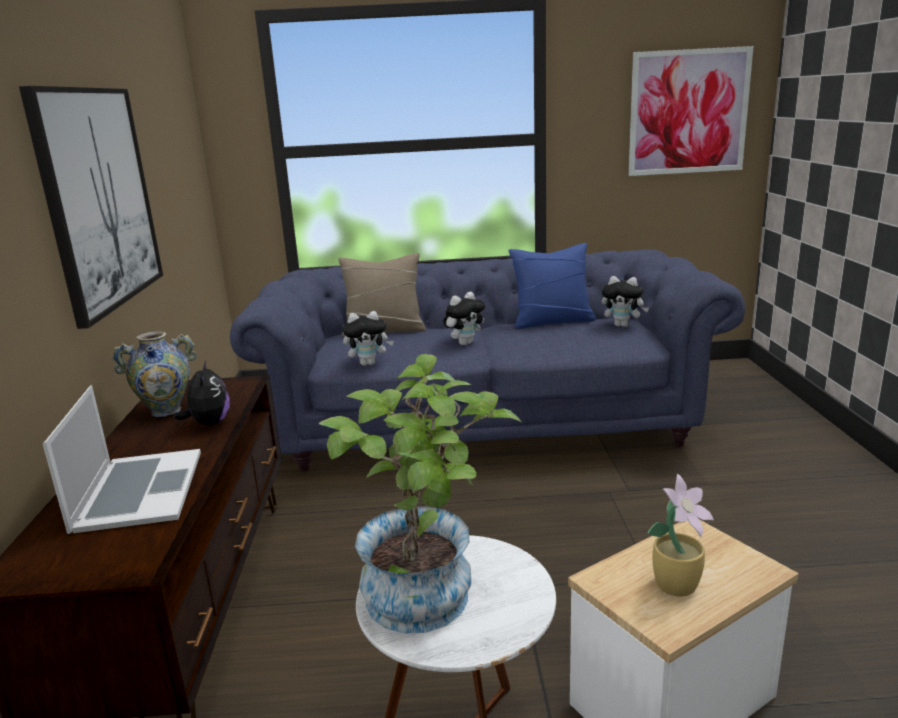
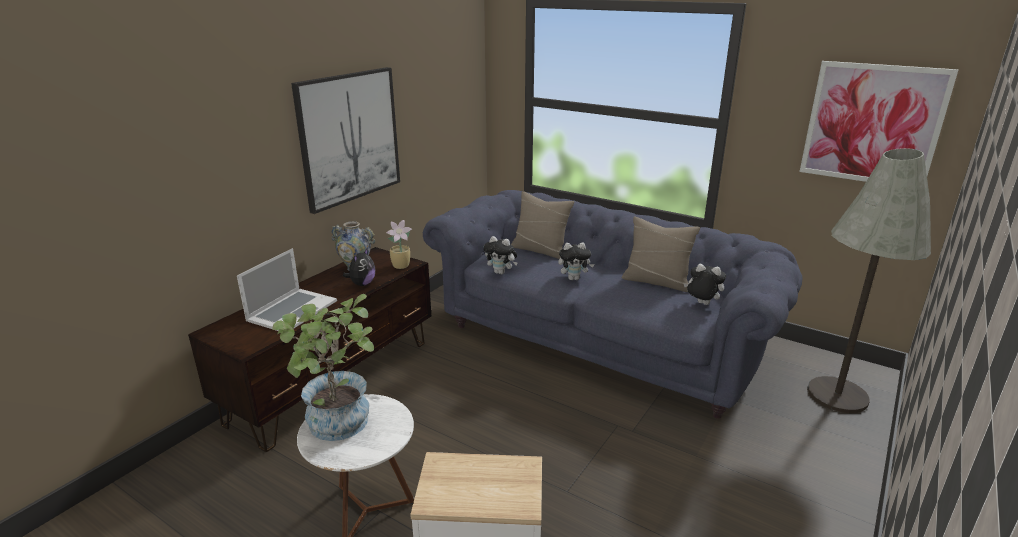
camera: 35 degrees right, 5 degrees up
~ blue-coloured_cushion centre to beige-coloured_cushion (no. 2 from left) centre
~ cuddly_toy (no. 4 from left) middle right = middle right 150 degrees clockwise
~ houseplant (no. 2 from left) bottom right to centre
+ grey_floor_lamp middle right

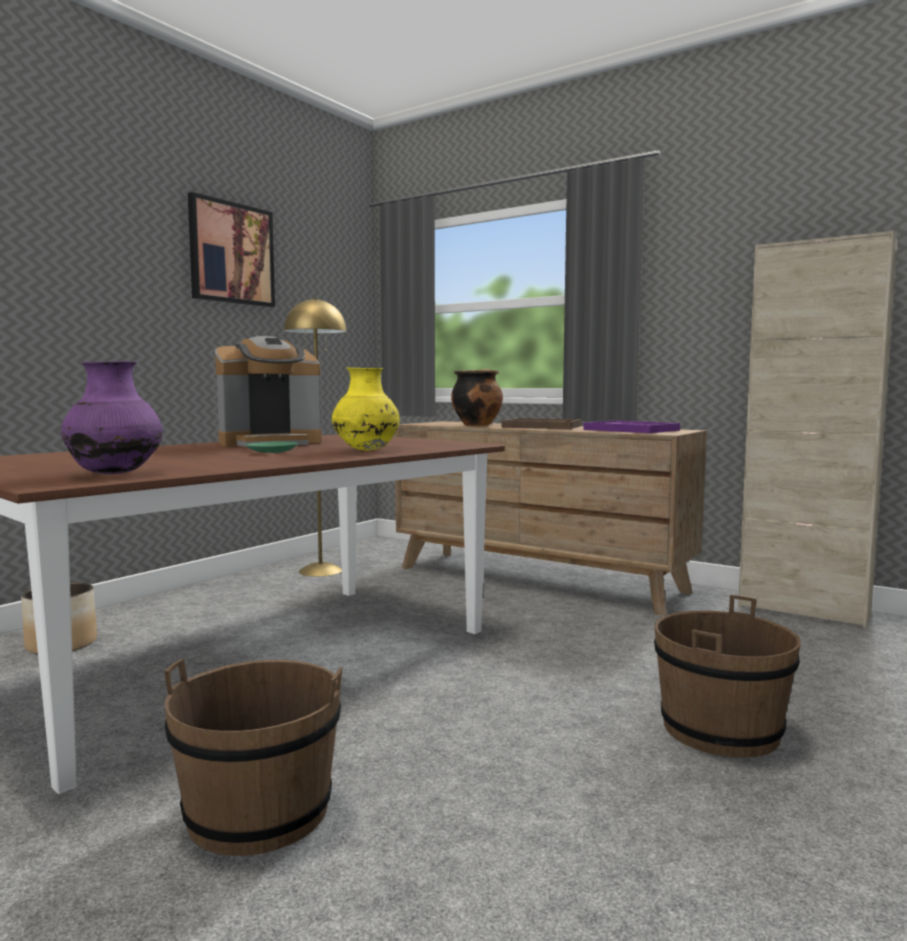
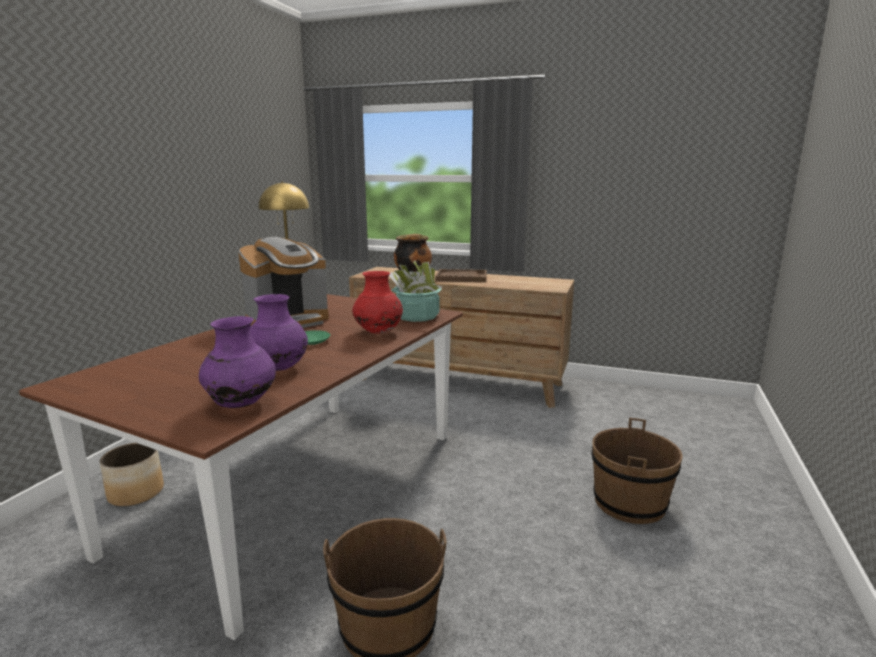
camera: 15 degrees left, 10 degrees up
- wall_art top left
- beige-coloured_cabinet middle right
~ yellowish_vase centre to reddish_vase centre
- purple-coloured_serving_tray middle right
+ houseplant centre
+ purple-coloured_vase (no. 2 from left) middle left

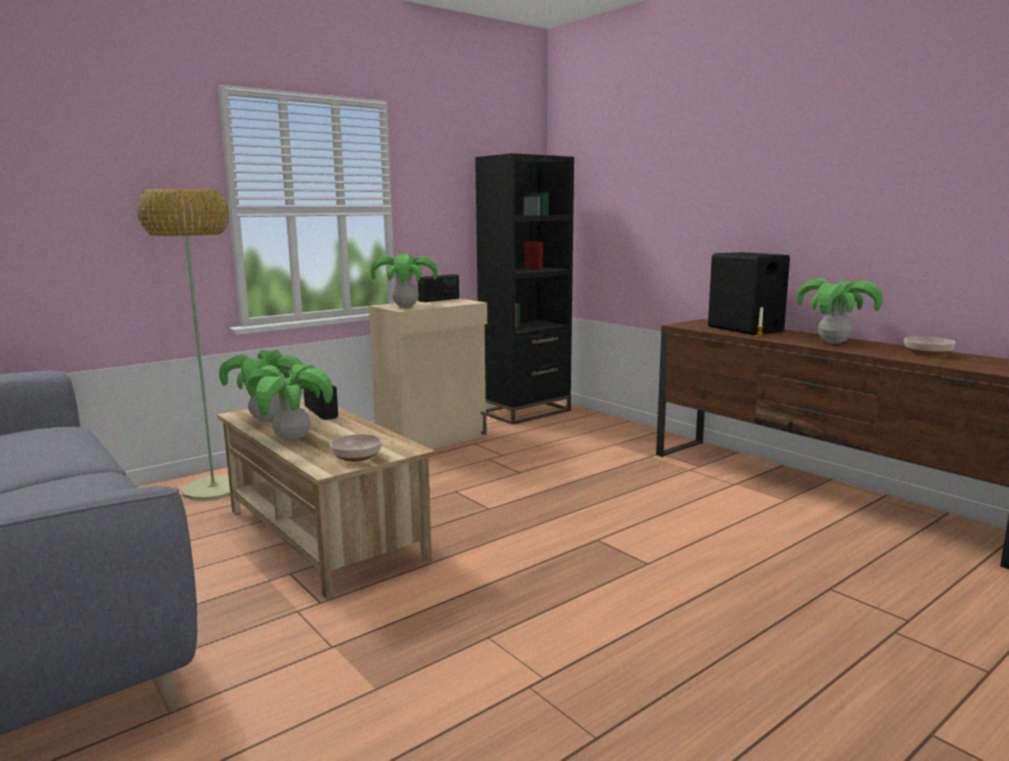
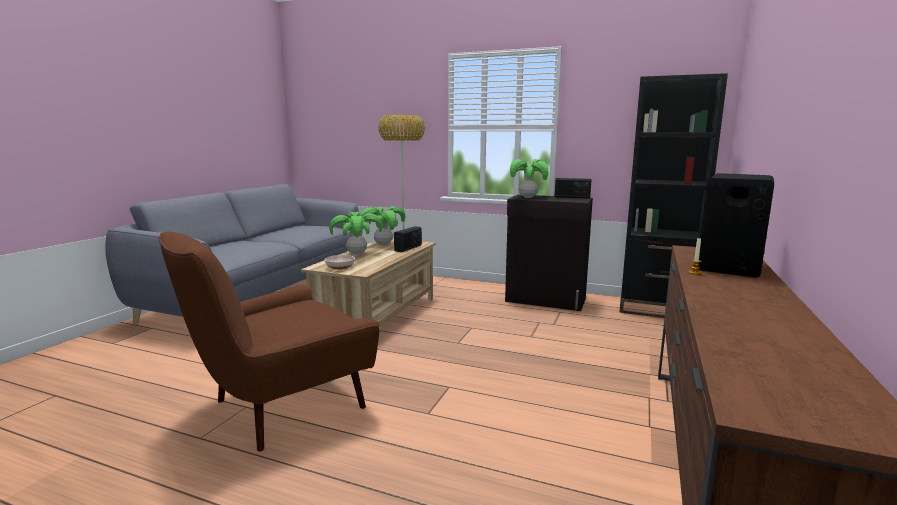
camera: 60 degrees right, 0 degrees up
- houseplant (no. 4 from left) middle right
~ beige-coloured_cabinet centre to blackish_cabinet centre
- serving_bowl (no. 2 from left) middle right
+ brown-coloured_armchair bottom left

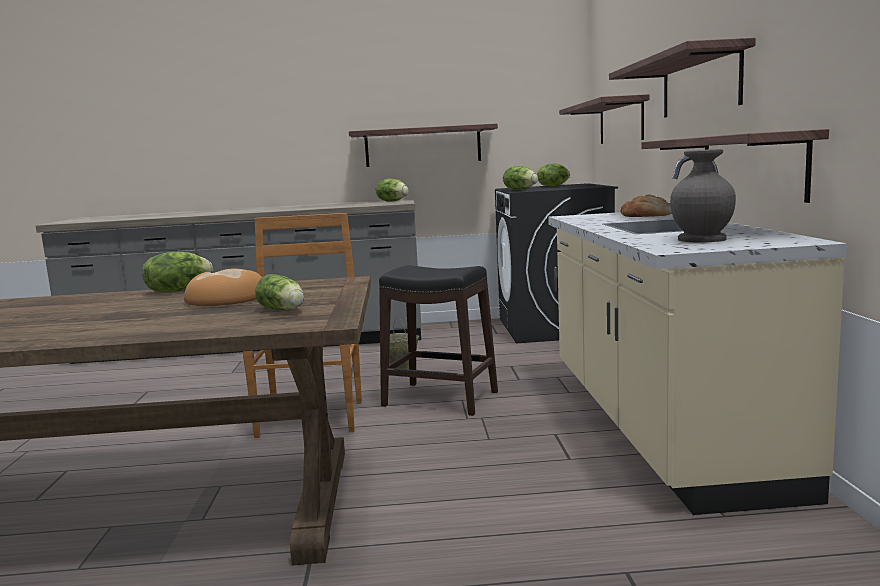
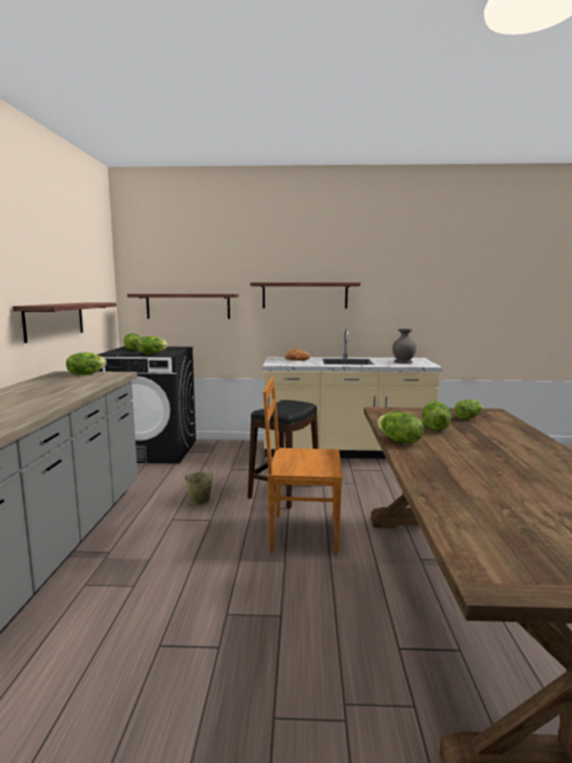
camera: 85 degrees left, 0 degrees up
- shelf (no. 4 from left) top right
~ baked_bread (no. 1 from left) middle left to lettuce (no. 5 from left) middle right

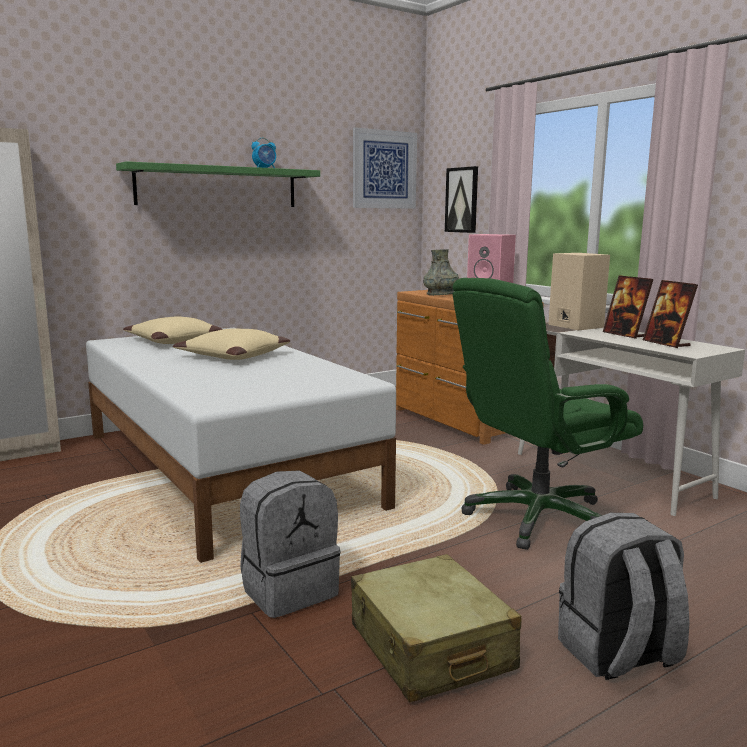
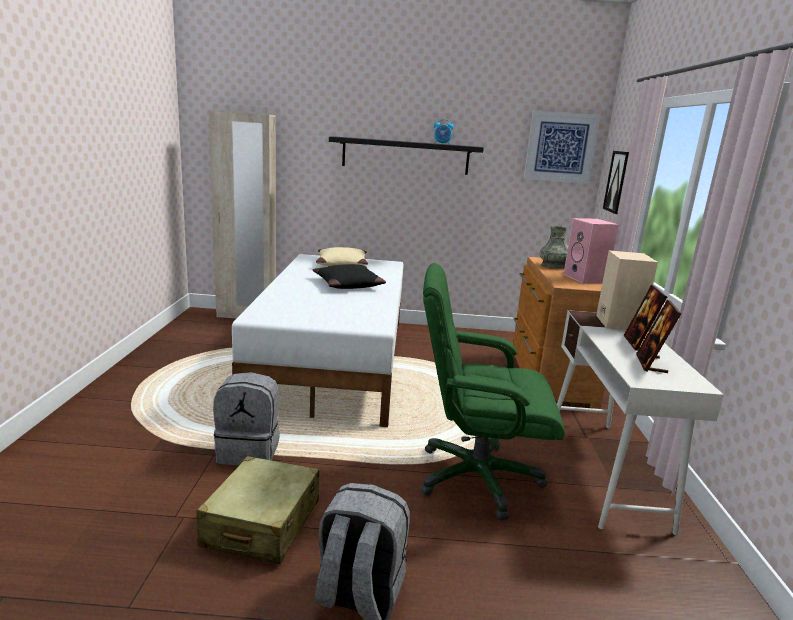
camera: 35 degrees right, 5 degrees up
~ greenish_shelf top left to blackish_shelf top centre
~ beige-coloured_cushion (no. 2 from left) middle left to blackish_cushion centre

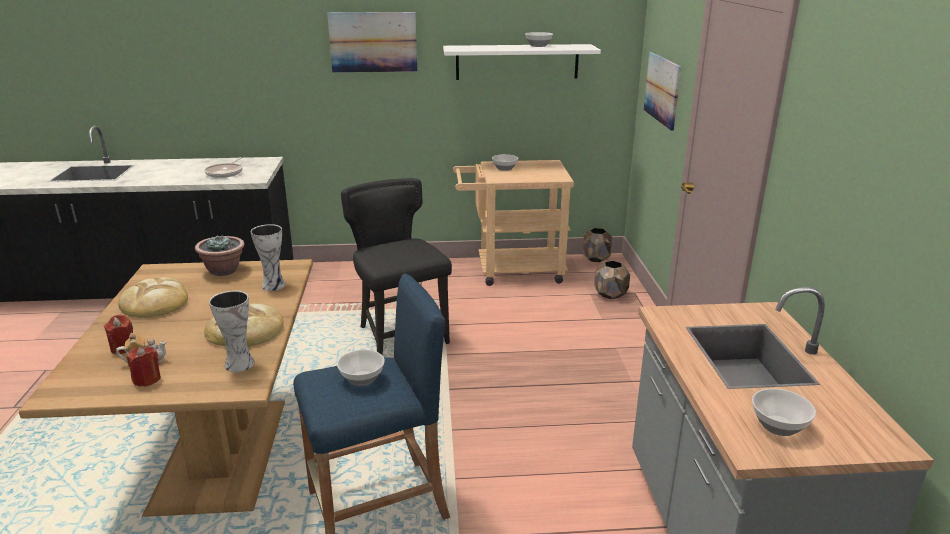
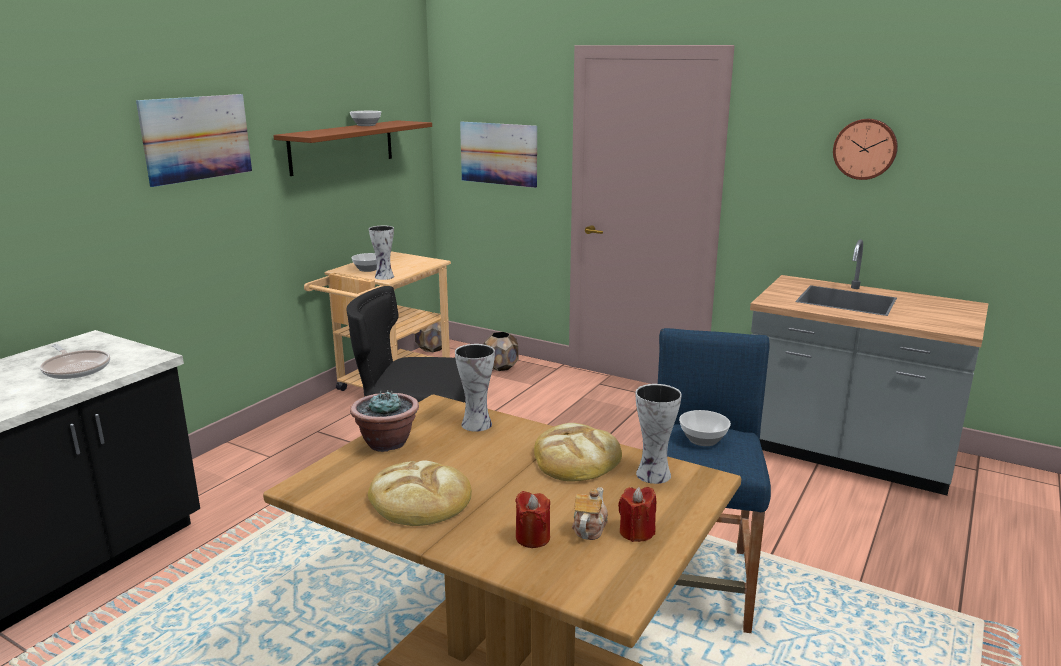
camera: 55 degrees left, 5 degrees down
~ white_shelf top centre to brown-coloured_shelf top left
- serving_bowl (no. 4 from left) bottom right
+ clock_on_the_wall top right
+ vase (no. 1 from left) centre

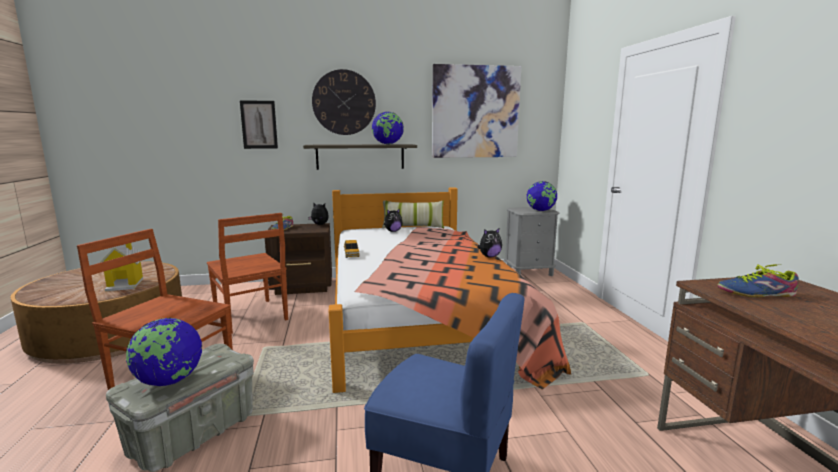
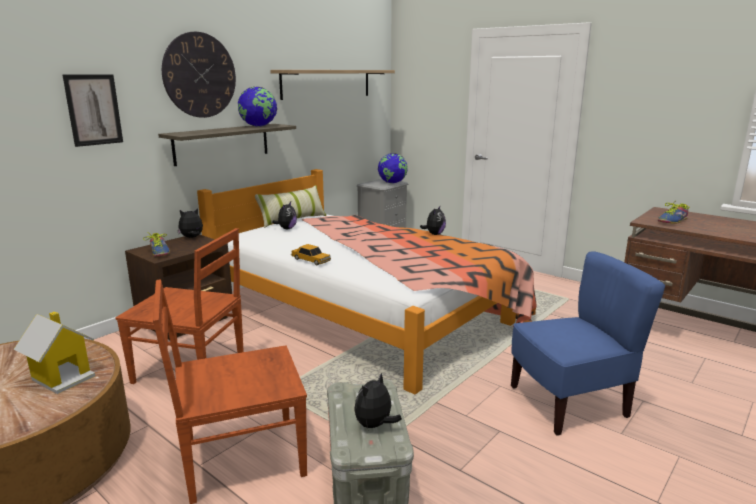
camera: 40 degrees left, 5 degrees up
~ wall_art (no. 2 from left) top centre to shelf (no. 2 from left) top centre
~ world_globe (no. 1 from left) bottom left to cuddly_toy (no. 3 from left) bottom centre

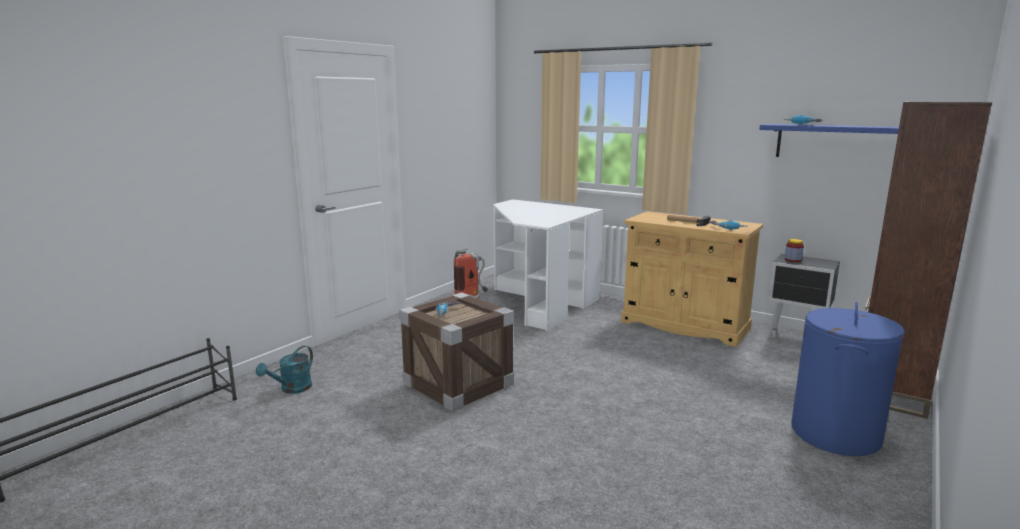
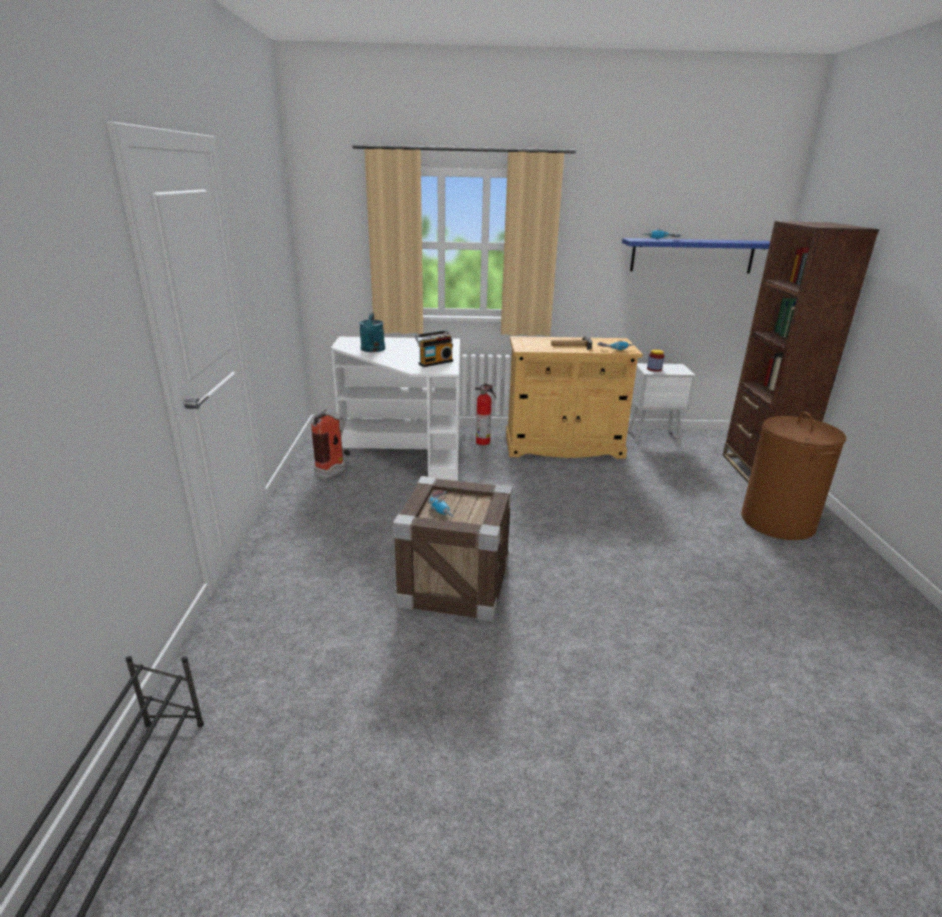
camera: 35 degrees left, 10 degrees up
~ blackish_bedside_table middle right to white_bedside_table middle right
~ blue-coloured_laundry_basket bottom right to brown-coloured_laundry_basket middle right
~ turquoise_watering_pot bottom left to centre
+ radio_set centre
+ fire-fighting_cylinder (no. 2 from left) centre

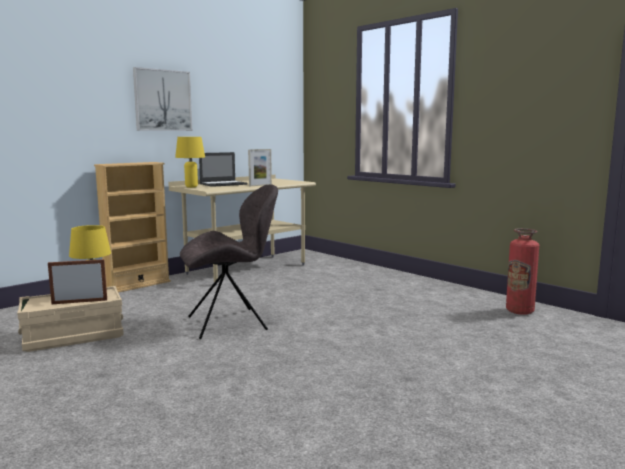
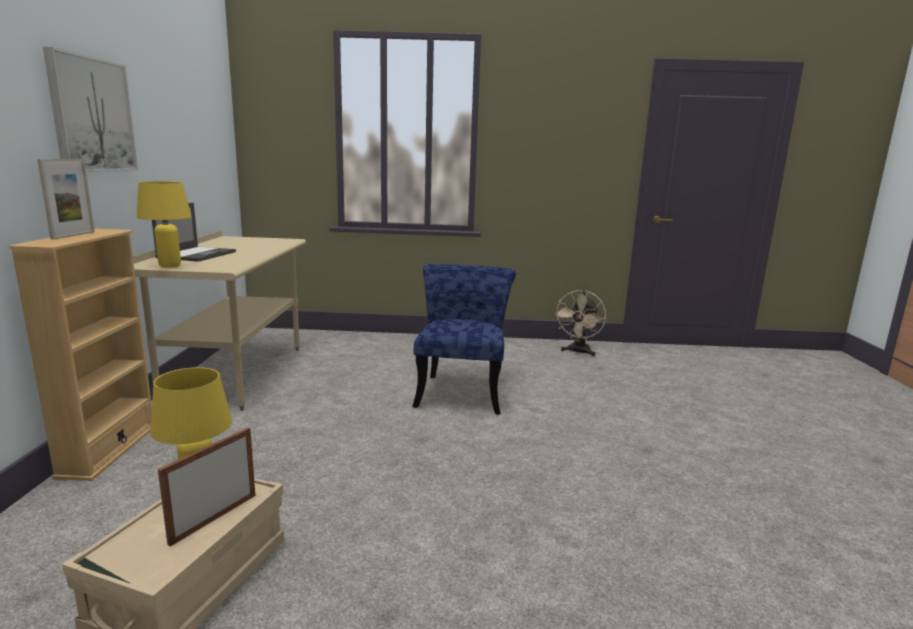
camera: 45 degrees left, 5 degrees up
~ picture_frame (no. 2 from left in the first image) centre to picture_frame (no. 1 from left) top left
- grey_chair centre
~ fire-fighting_cylinder middle right to beige-coloured_electric_fan centre
+ blue-coloured_chair centre

